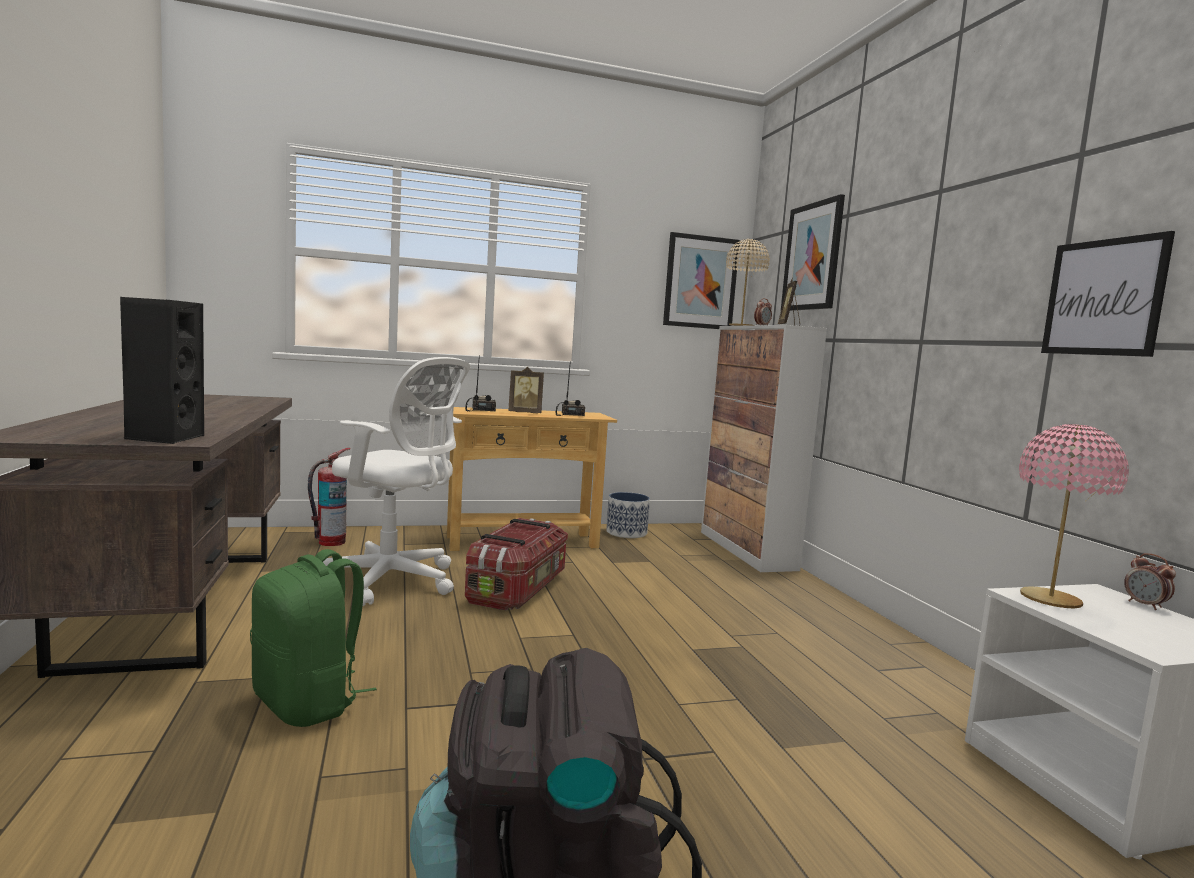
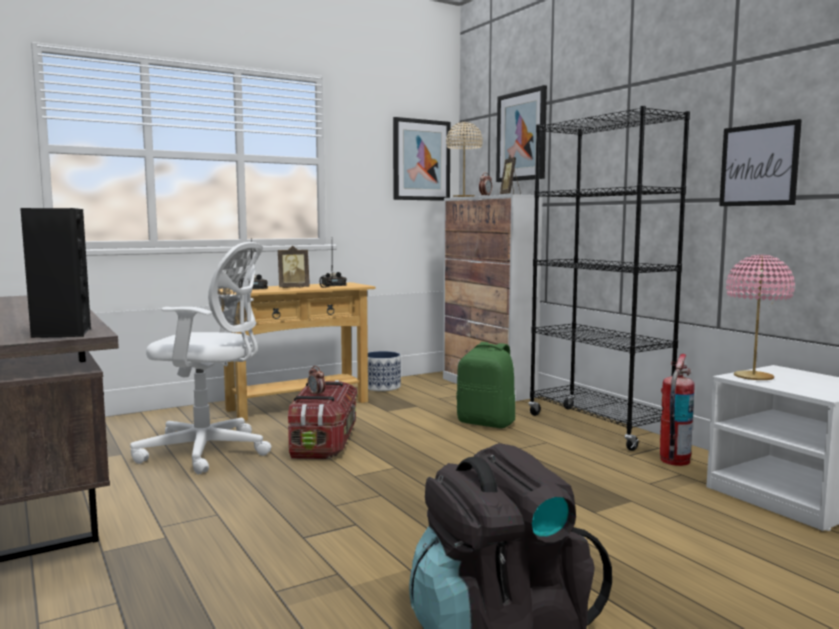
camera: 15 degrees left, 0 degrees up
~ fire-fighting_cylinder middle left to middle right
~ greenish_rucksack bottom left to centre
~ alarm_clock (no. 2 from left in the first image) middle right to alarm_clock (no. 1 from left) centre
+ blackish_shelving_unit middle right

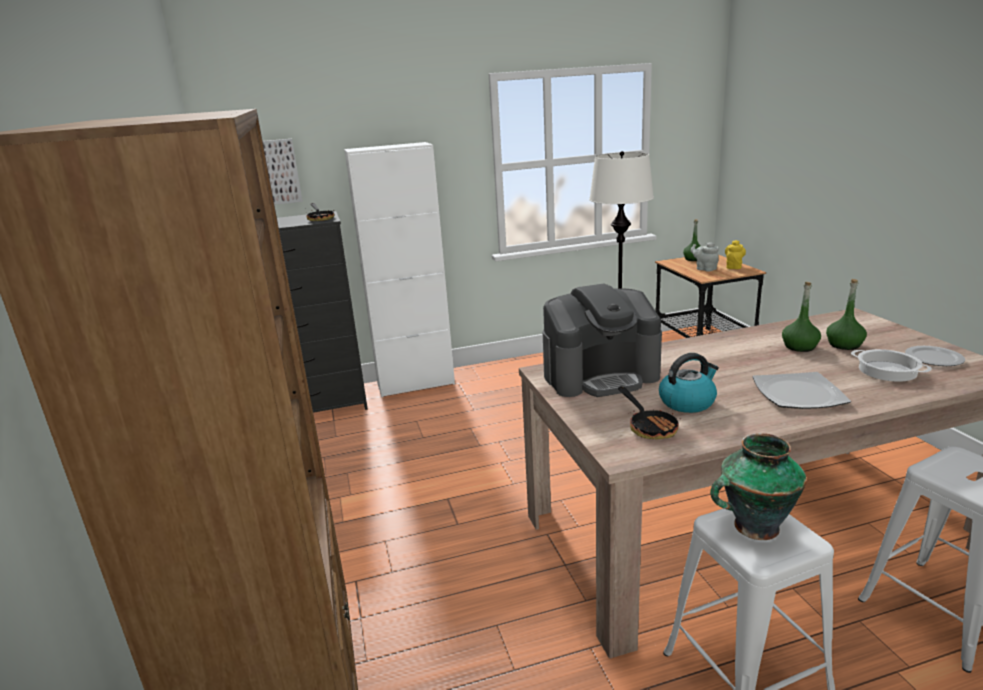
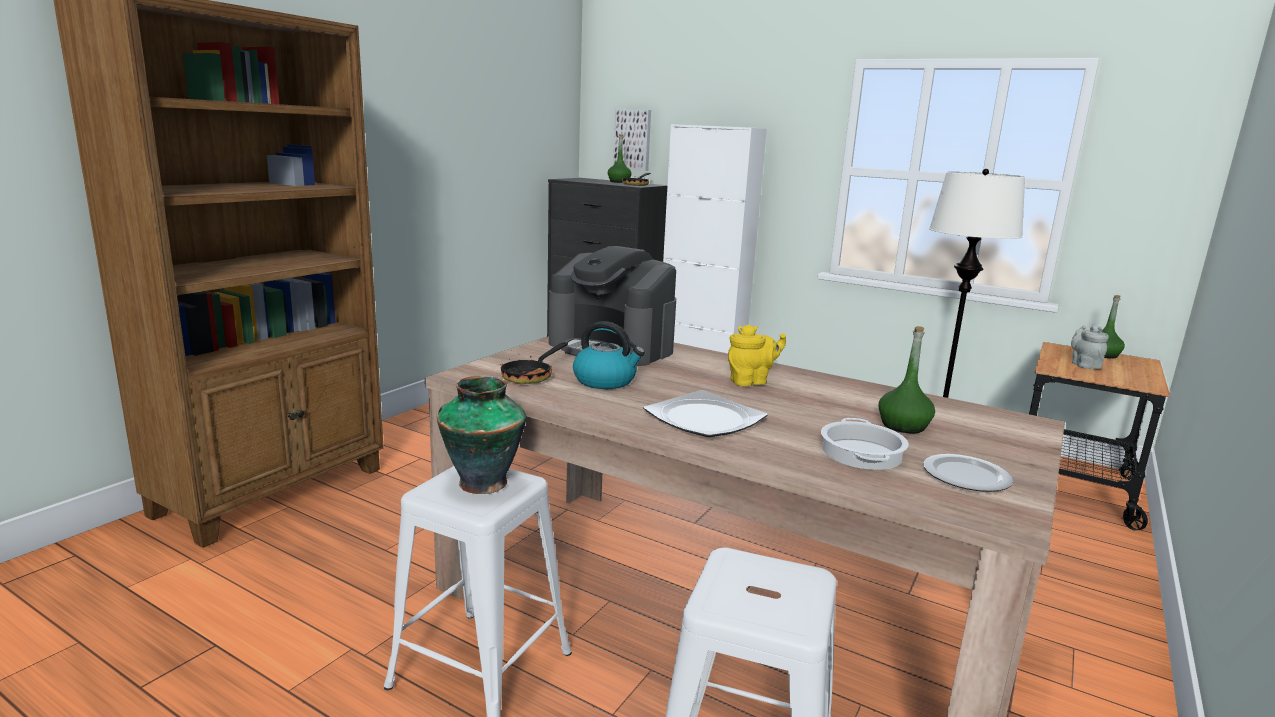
camera: 45 degrees right, 5 degrees down
~ yellowish_tea_pot middle right to centre
~ greenish_bottle (no. 2 from left in the first image) middle right to greenish_bottle (no. 1 from left) top centre

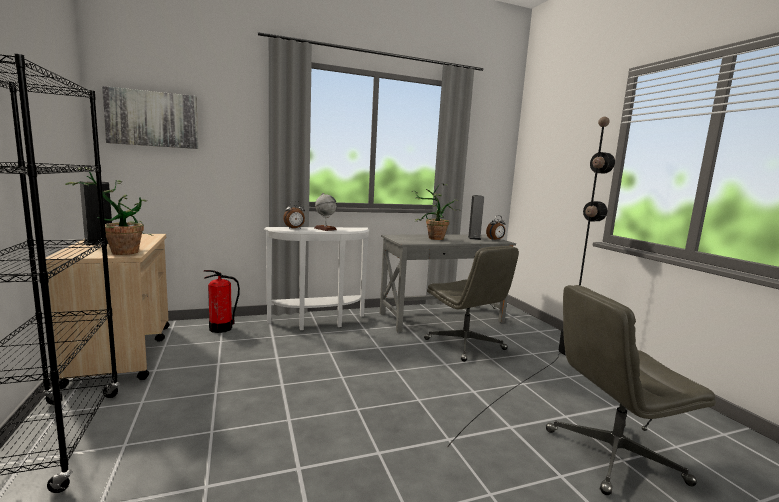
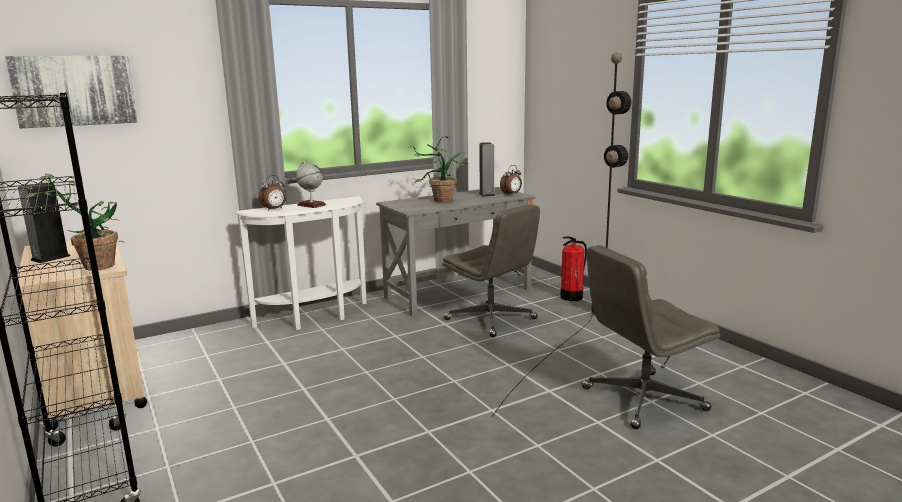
camera: 10 degrees left, 5 degrees up
~ fire-fighting_cylinder middle left to centre

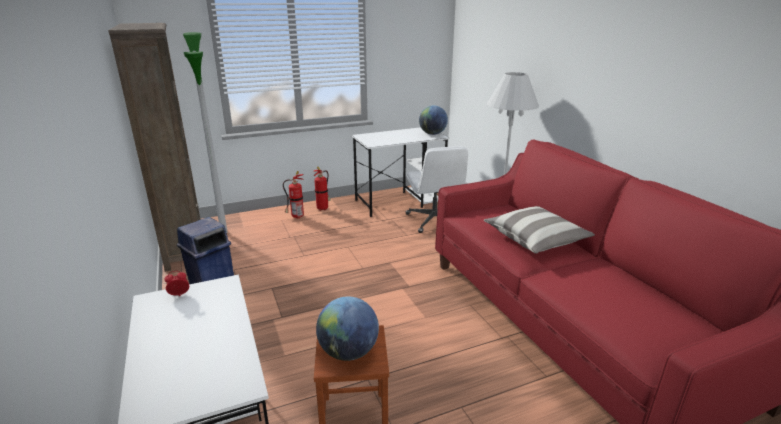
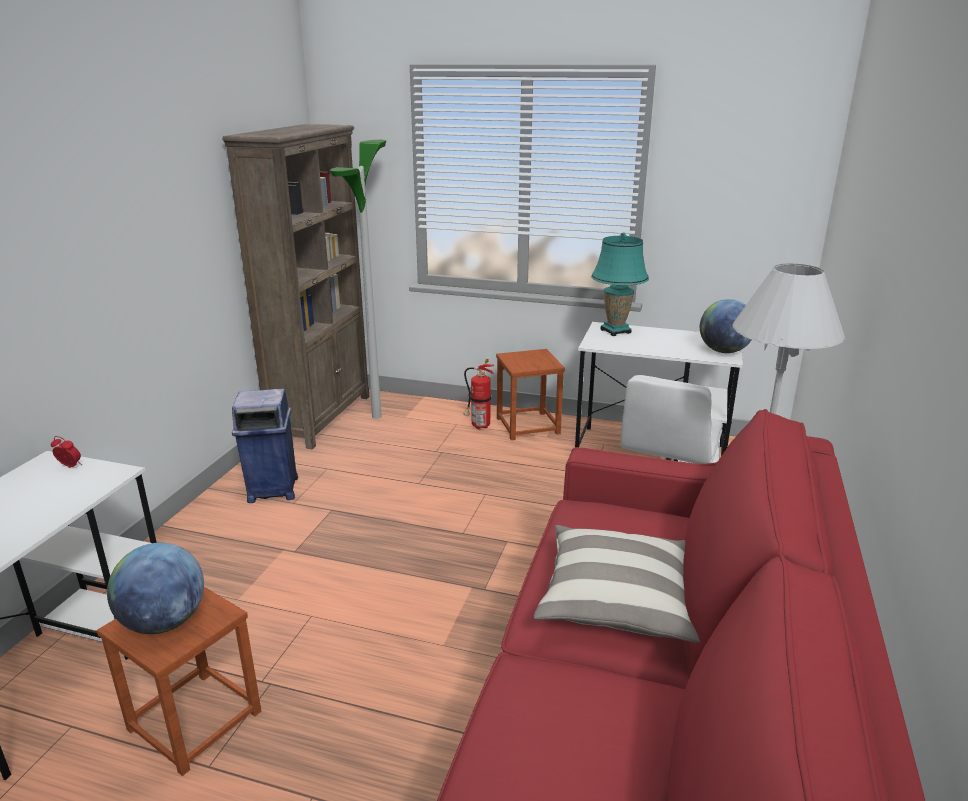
camera: 40 degrees right, 0 degrees up
~ fire-fighting_cylinder (no. 2 from left) centre to brown-coloured_stool_seat (no. 2 from left) centre
+ turquoise_tabletop_lamp centre

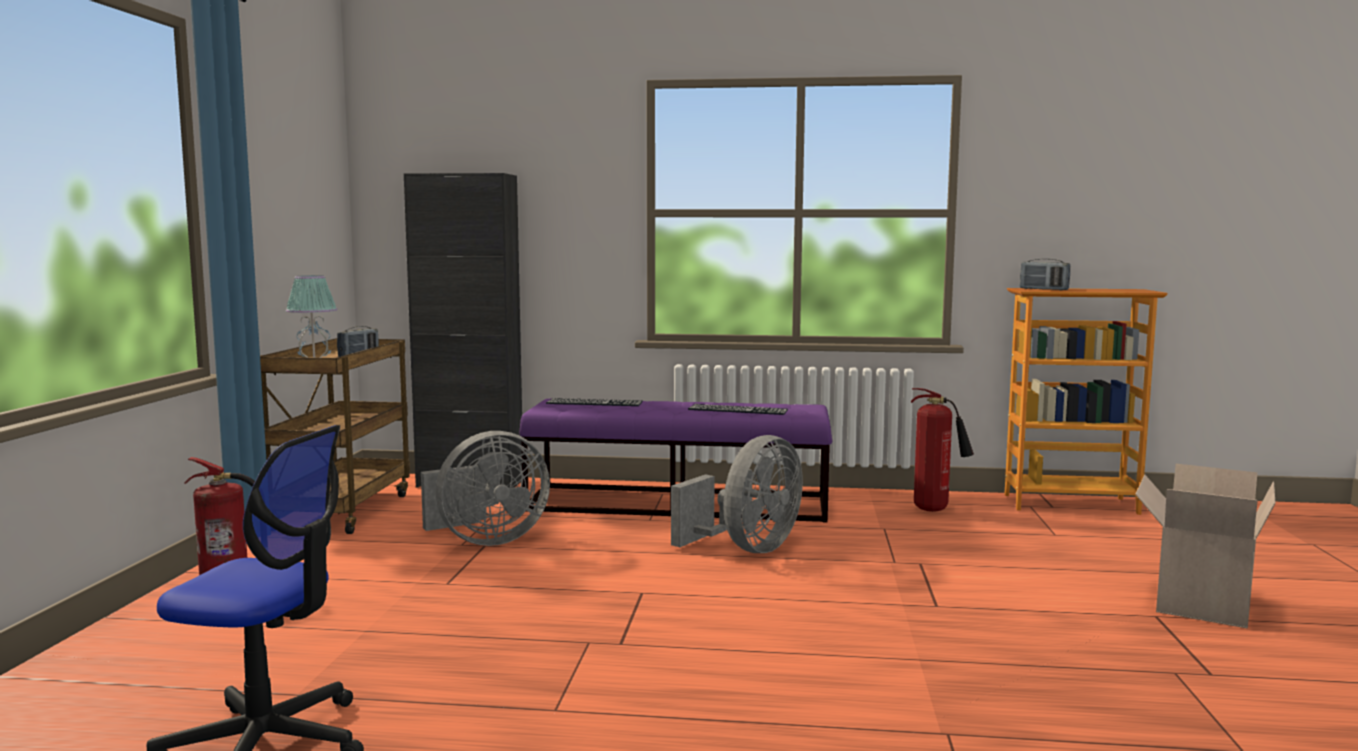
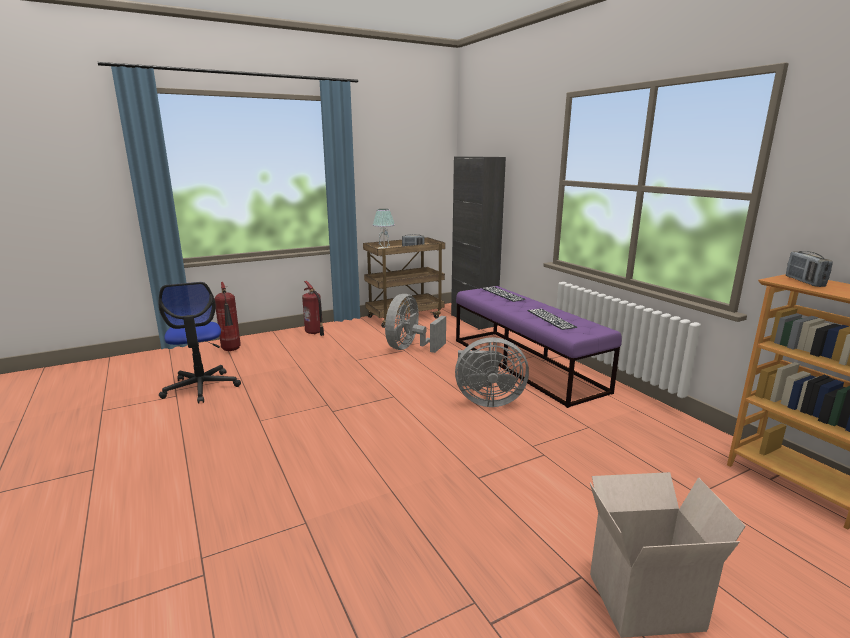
camera: 55 degrees right, 10 degrees up
~ fire-fighting_cylinder (no. 2 from left in the first image) middle right to fire-fighting_cylinder (no. 1 from left) middle left
~ grey_electric_fan (no. 1 from left) centre = centre 90 degrees clockwise

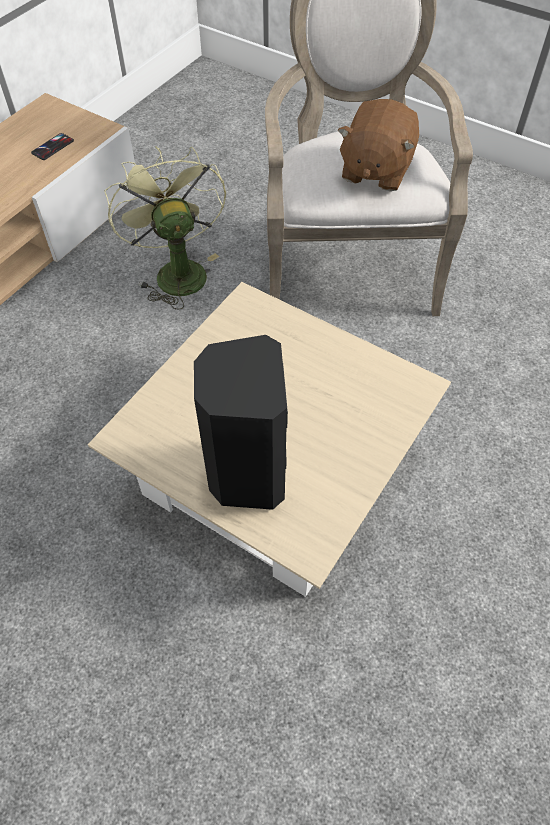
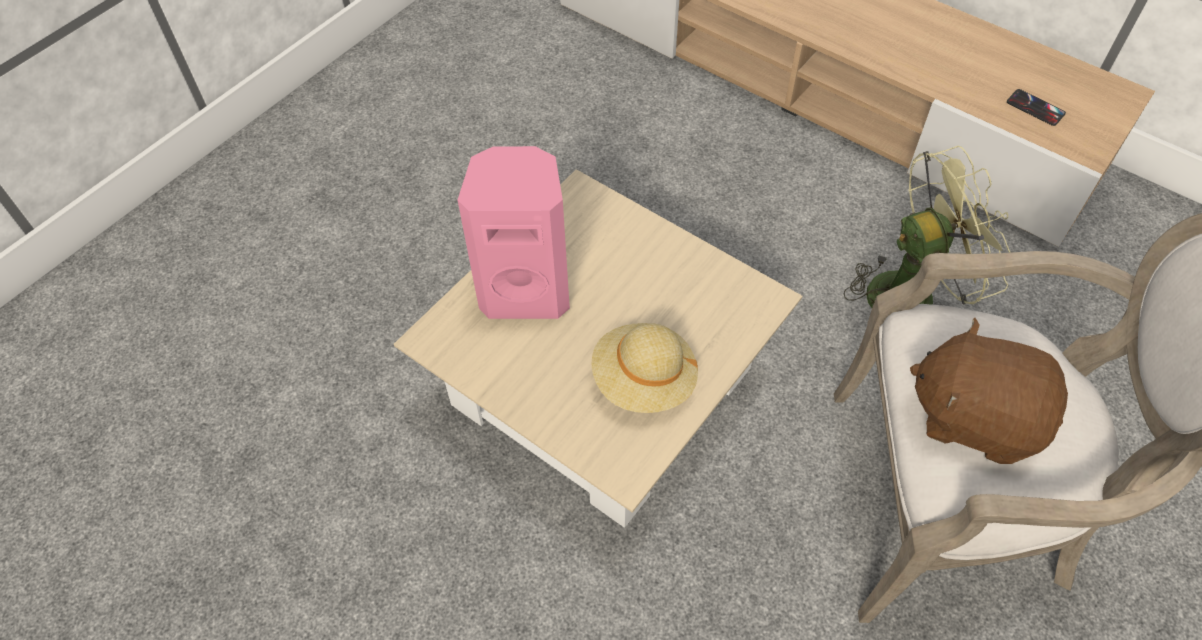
camera: 95 degrees right, 0 degrees up
~ blackish_speaker centre to pink_speaker centre
+ beige-coloured_hat centre

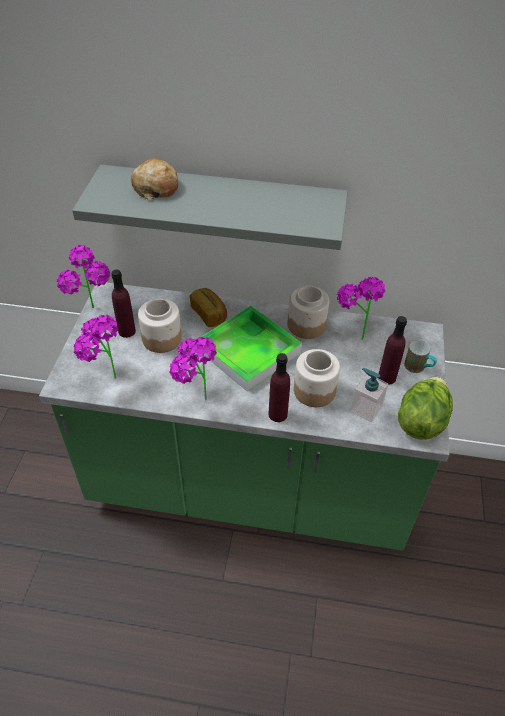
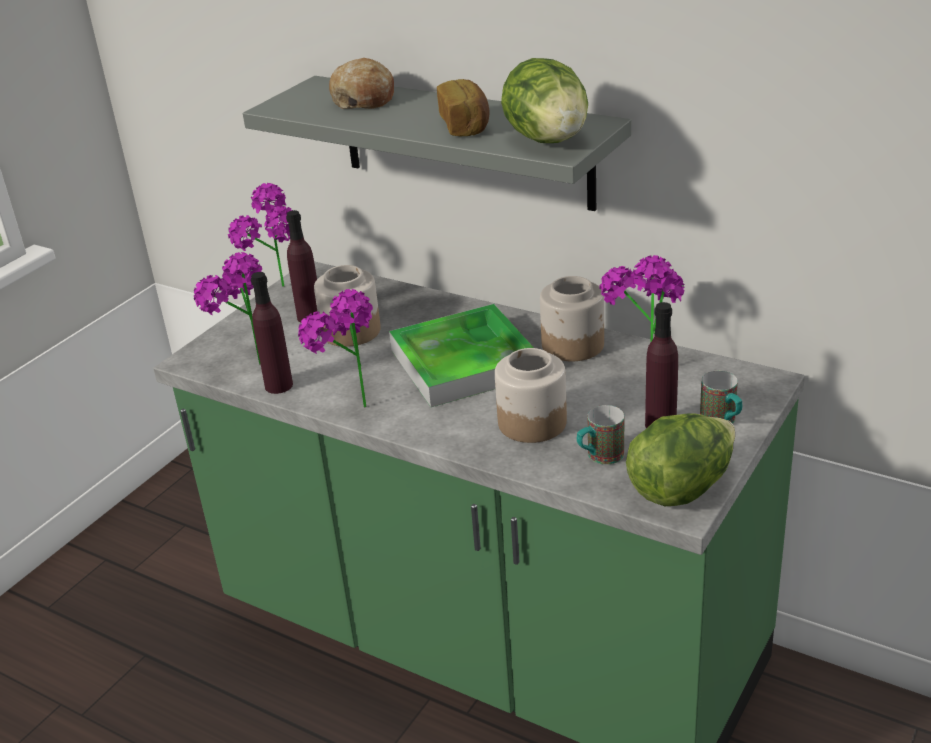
camera: 25 degrees right, 15 degrees down
~ baked_bread (no. 2 from left) centre to top centre
~ purple-coloured_bottle (no. 2 from left in the first image) centre to purple-coloured_bottle (no. 1 from left) middle left
~ soap_dispenser middle right to coffee_mug (no. 1 from left) centre
+ lettuce (no. 1 from left) top centre

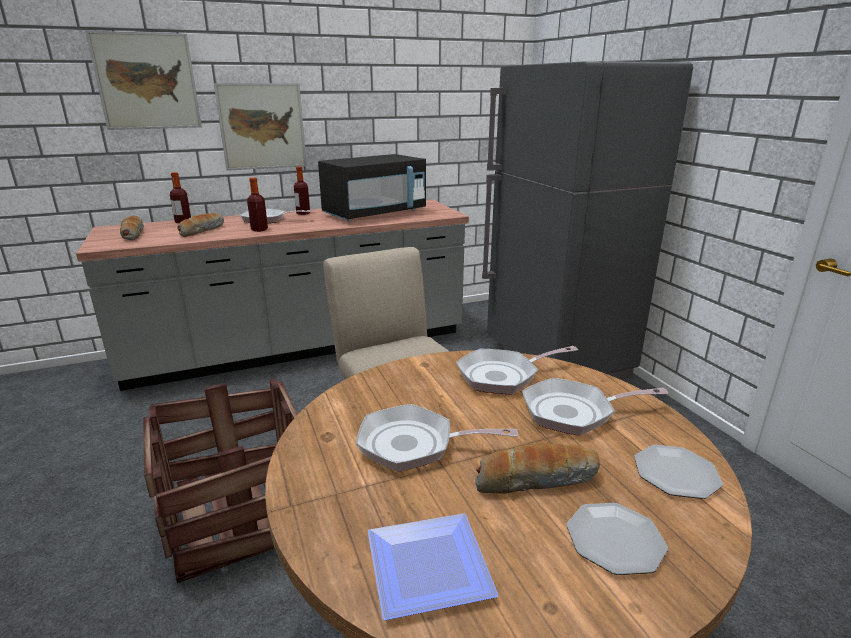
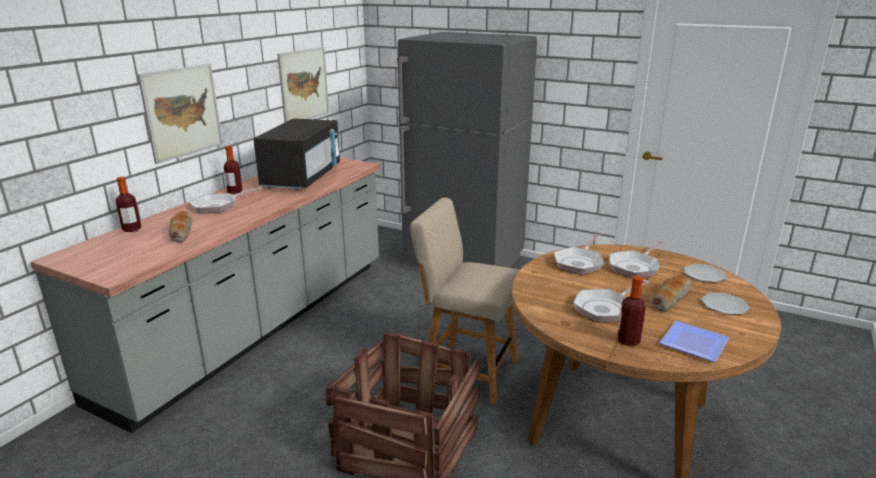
camera: 40 degrees left, 0 degrees up
~ wall_art (no. 1 from left in the first image) top left to wall_art (no. 2 from left) top centre
~ bottle (no. 2 from left in the first image) top left to bottle (no. 3 from left) middle right
- baked_bread (no. 1 from left) middle left

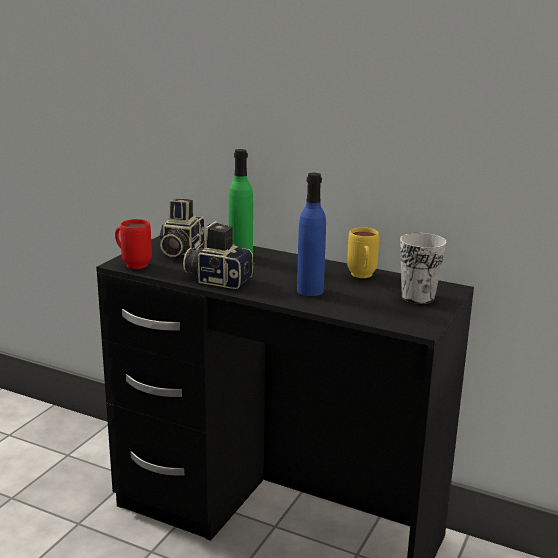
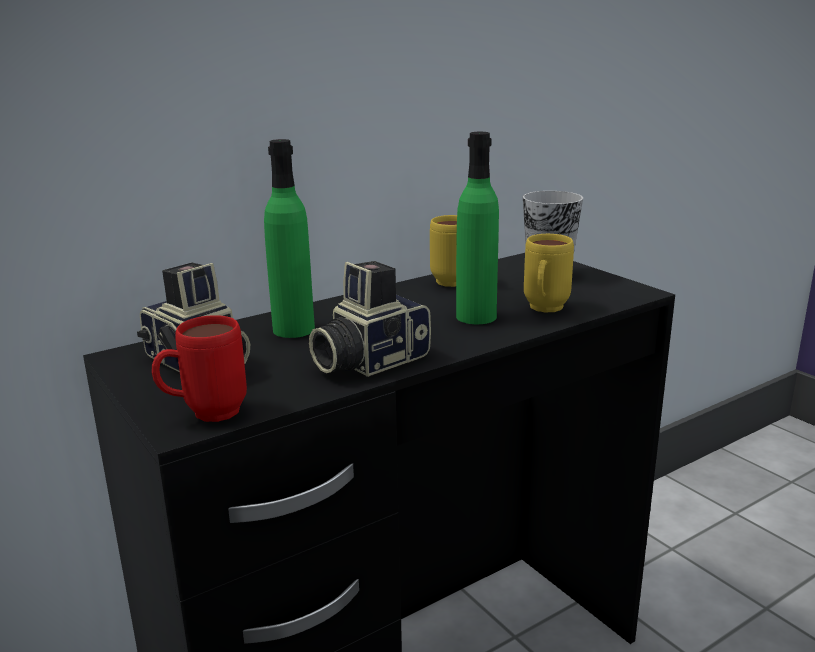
camera: 60 degrees left, 0 degrees up
~ blue-coloured_bottle centre to greenish_bottle (no. 2 from left) centre
+ yellowish_coffee_mug (no. 2 from left) middle right

